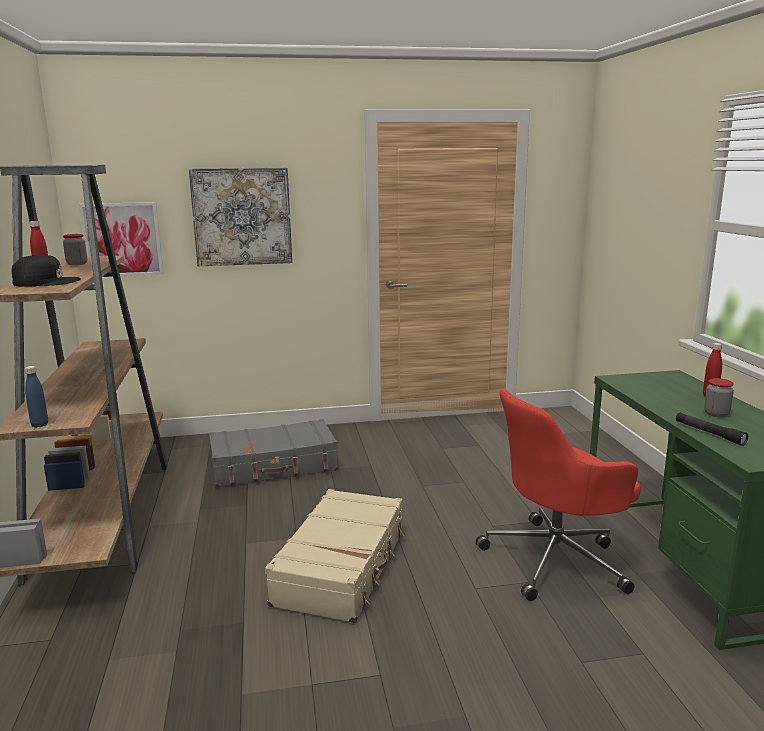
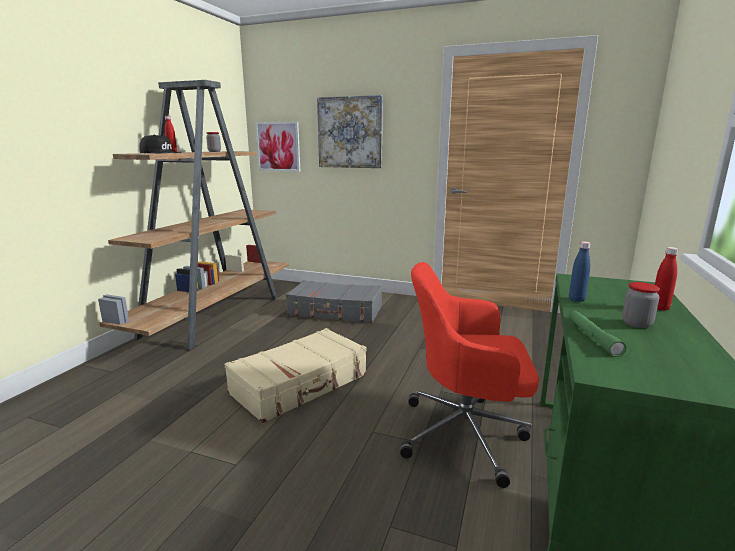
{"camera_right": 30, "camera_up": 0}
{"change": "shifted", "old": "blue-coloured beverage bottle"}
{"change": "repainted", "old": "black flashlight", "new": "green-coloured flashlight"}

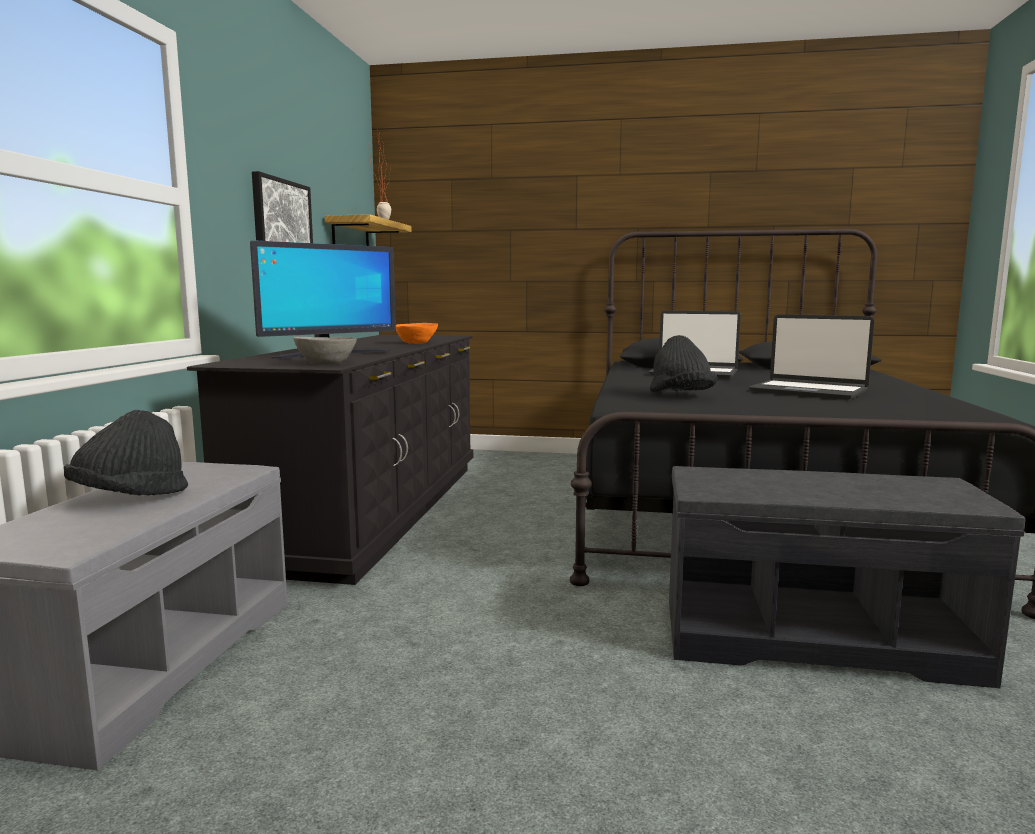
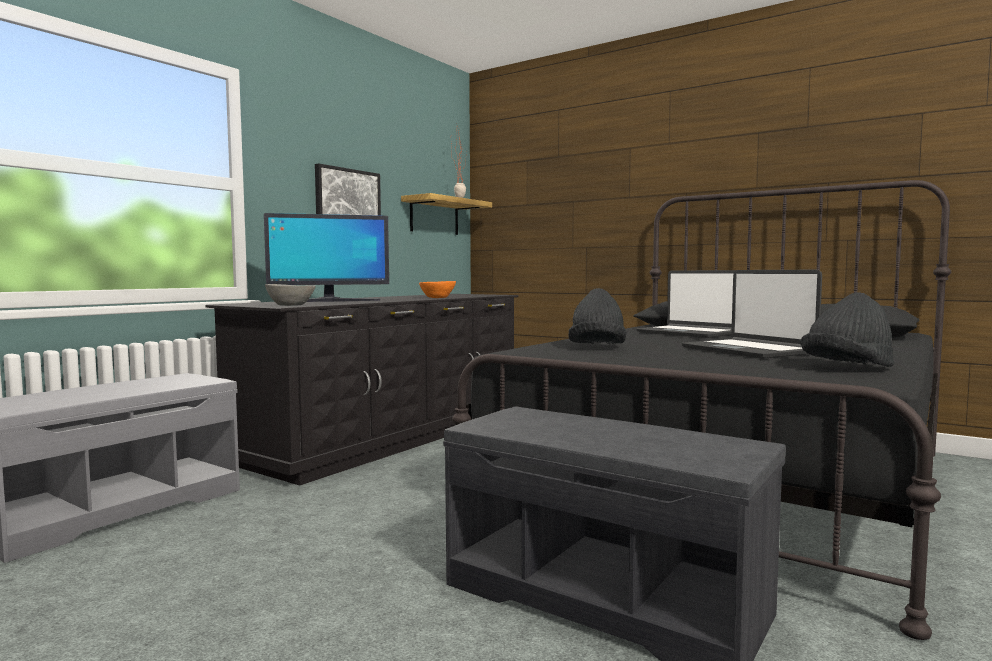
{"camera_right": 25, "camera_up": -5}
{"change": "shifted", "old": "black clothing hat (no. 1 from left in the first image)", "new": "black clothing hat (no. 2 from left)"}

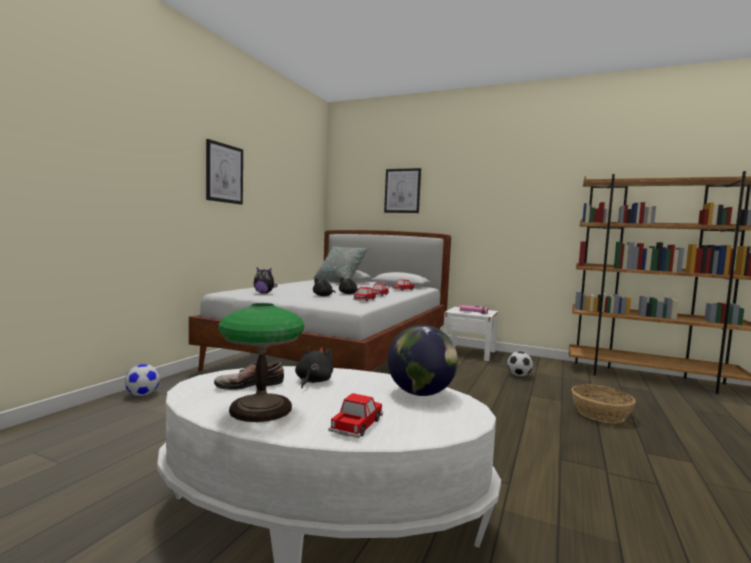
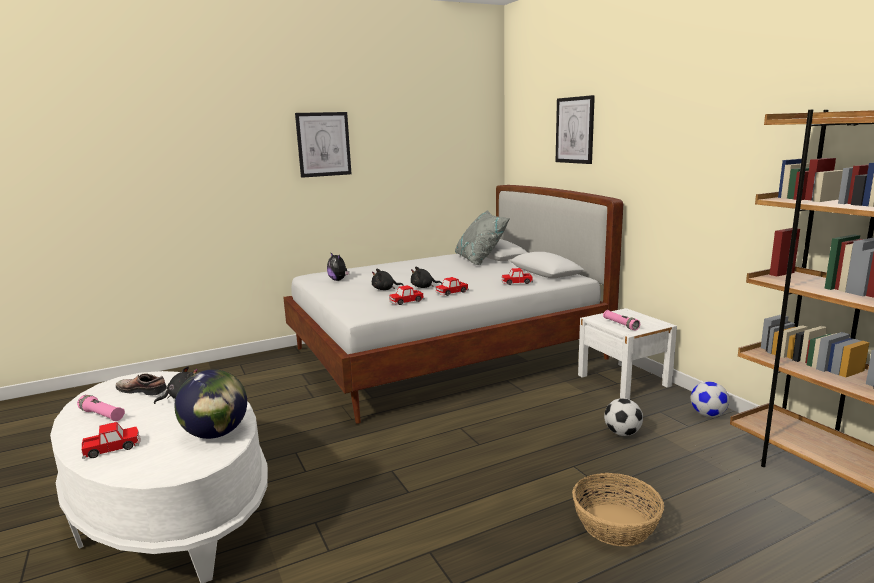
{"camera_right": 40, "camera_up": 10}
{"change": "shifted", "old": "football ball (no. 1 from left in the first image)", "new": "football ball (no. 2 from left)"}
{"change": "swapped", "old": "table lamp", "new": "pink flashlight (no. 1 from left)"}

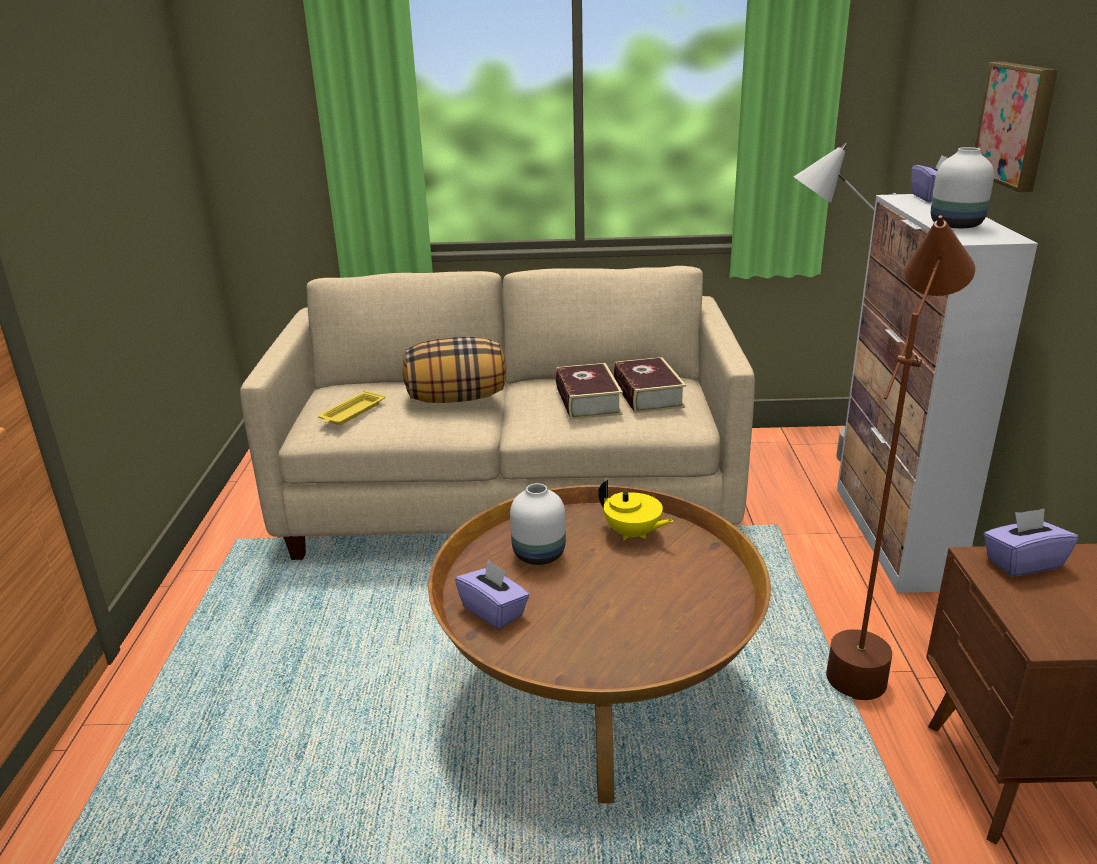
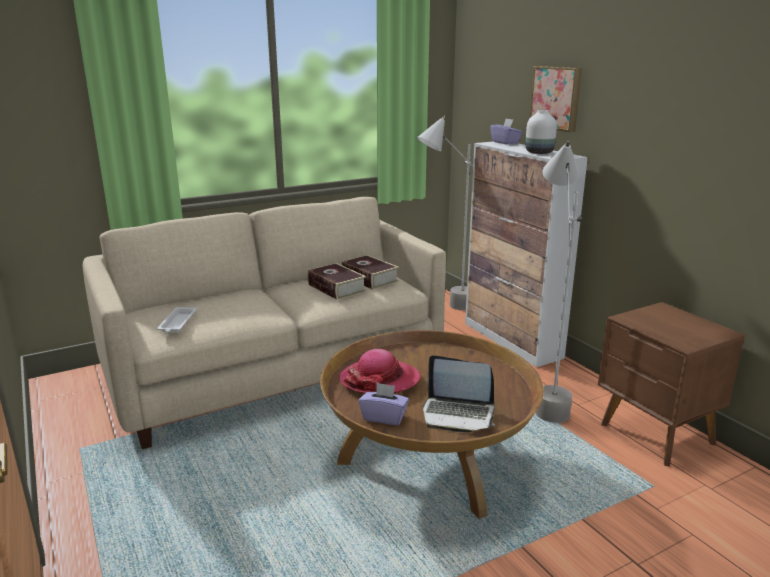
{"camera_right": -30, "camera_up": -5}
{"change": "repainted", "old": "yellow carrying tray", "new": "white-coloured carrying tray"}
{"change": "gone", "old": "throw pillow"}
{"change": "swapped", "old": "white-coloured flower vase (no. 1 from left)", "new": "clothing hat"}
{"change": "gone", "old": "yellow teapot"}
{"change": "repainted", "old": "brown-coloured floor lamp", "new": "gray floor lamp (no. 2 from left)"}
{"change": "gone", "old": "purple tissue box (no. 3 from left)"}
{"change": "new", "new": "notebook computer"}

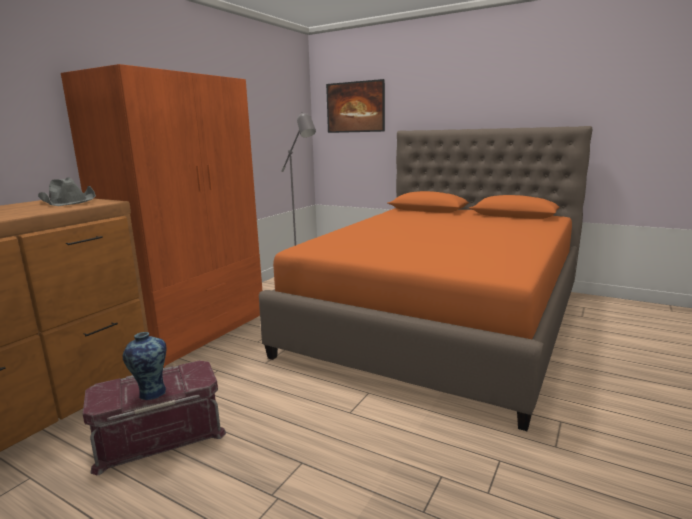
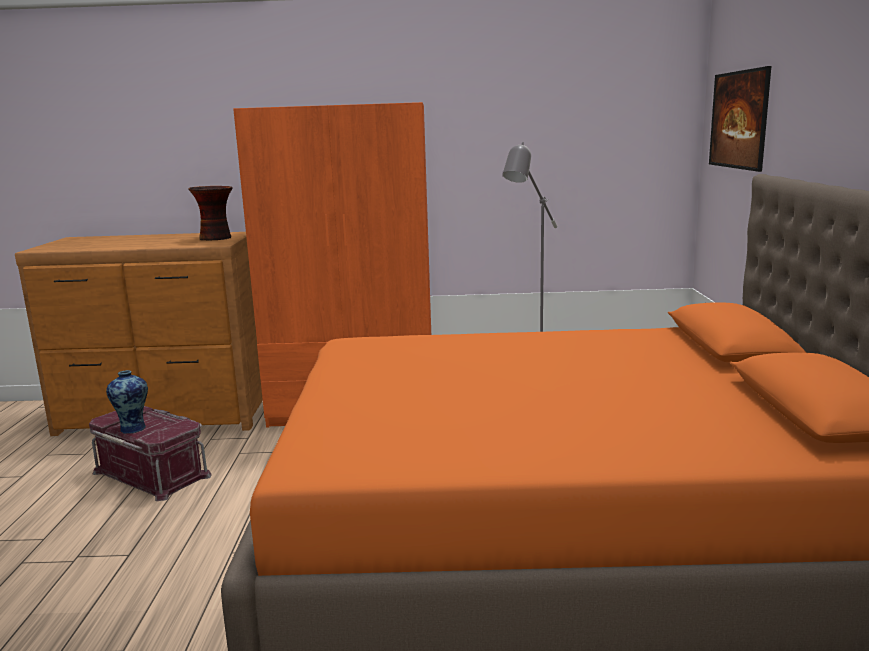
{"camera_right": 60, "camera_up": 0}
{"change": "swapped", "old": "gray clothing hat", "new": "flower vase (no. 2 from left)"}

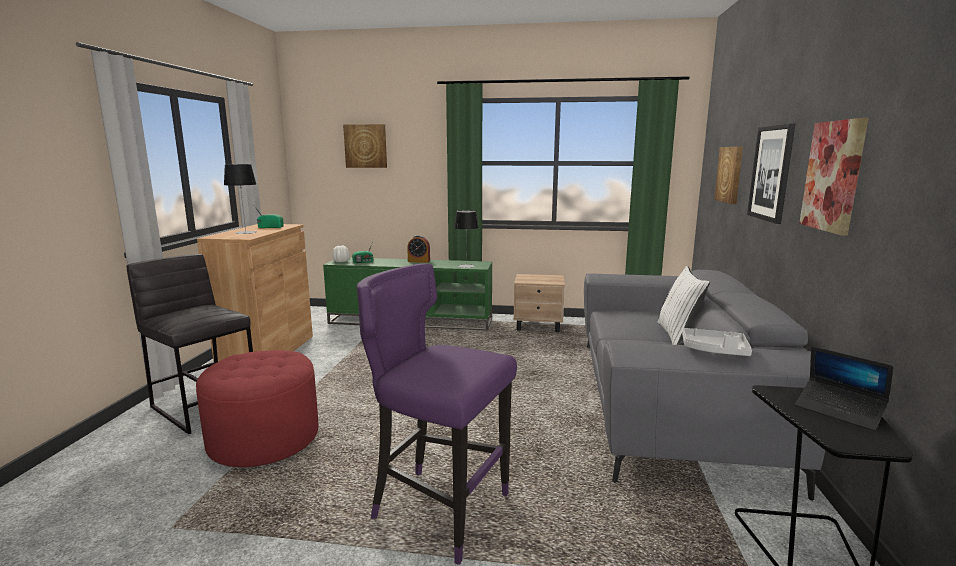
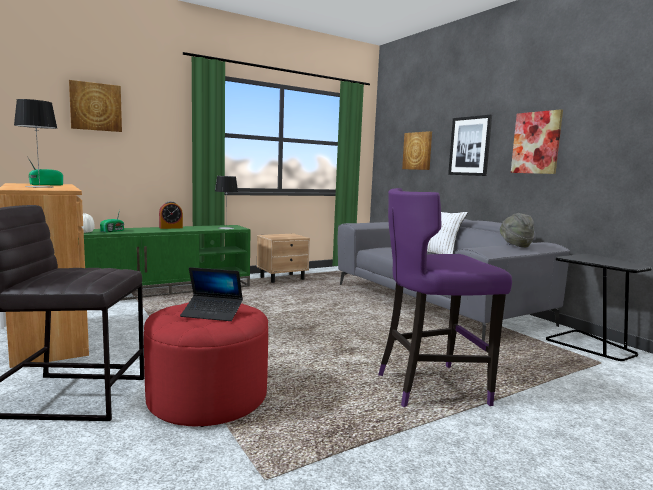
{"camera_right": -40, "camera_up": -5}
{"change": "swapped", "old": "gray carrying tray", "new": "gray clothing hat"}
{"change": "shifted", "old": "notebook computer"}

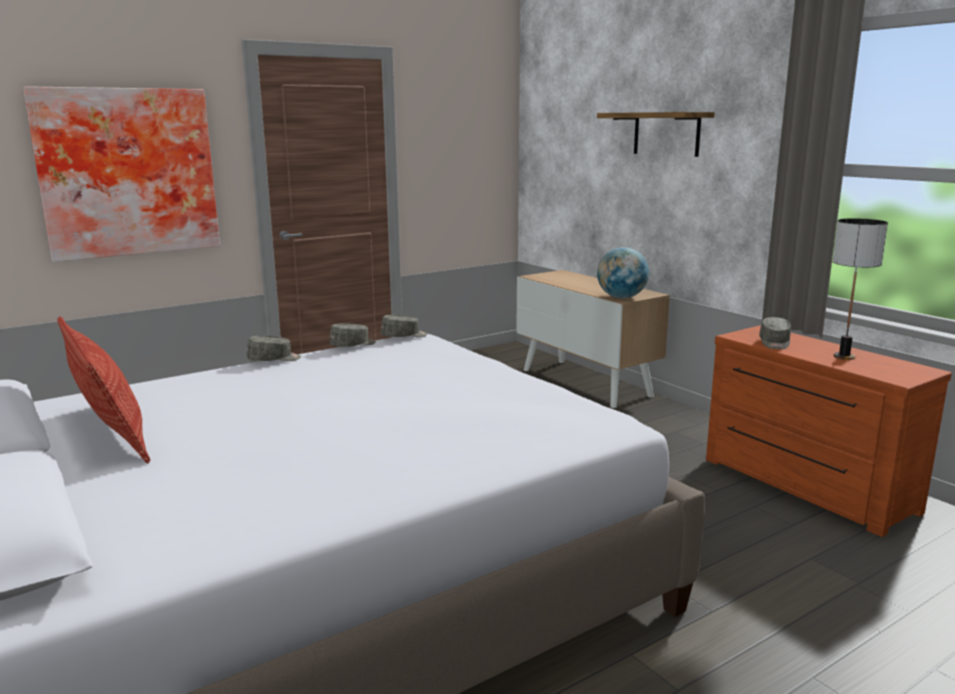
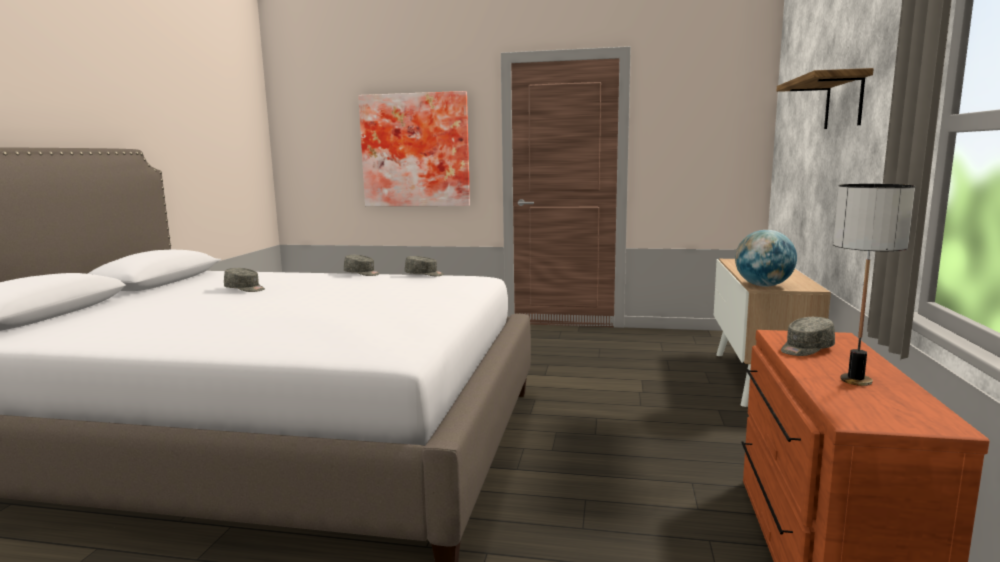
{"camera_right": 45, "camera_up": -5}
{"change": "gone", "old": "throw pillow"}
{"change": "shifted", "old": "gray cap (no. 3 from left in the first image)", "new": "gray cap (no. 1 from left)"}

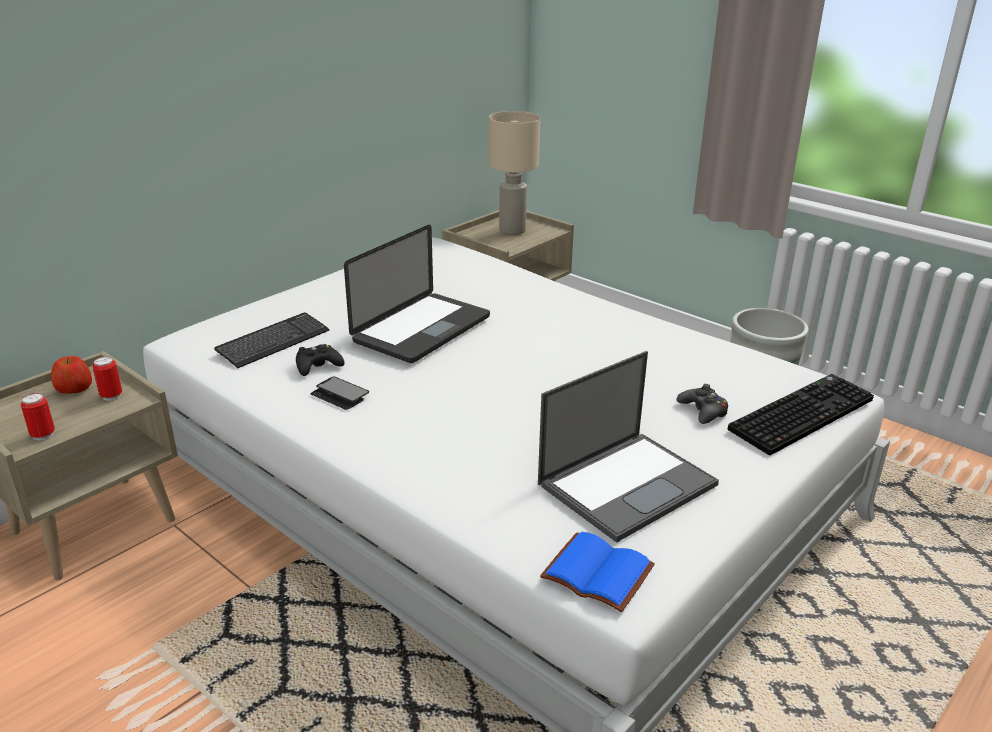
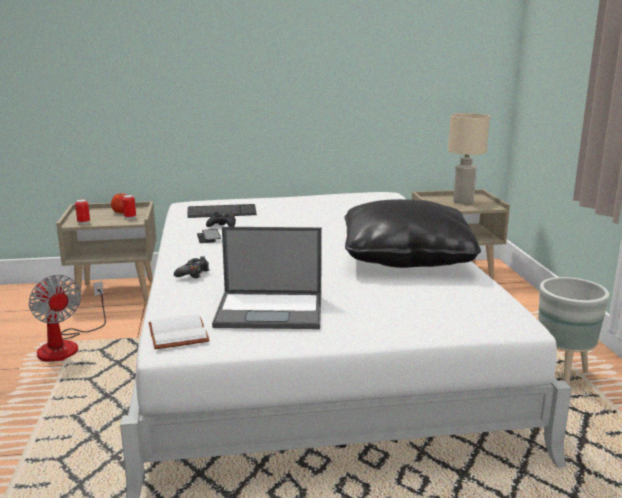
{"camera_right": 40, "camera_up": -10}
{"change": "gone", "old": "notebook computer (no. 1 from left)"}
{"change": "repainted", "old": "blue-coloured bound book", "new": "white-coloured bound book"}
{"change": "shifted", "old": "black joypad (no. 2 from left in the first image)", "new": "black joypad (no. 1 from left)"}
{"change": "gone", "old": "keyboard (no. 2 from left)"}
{"change": "new", "new": "electric fan"}
{"change": "new", "new": "black throw pillow"}

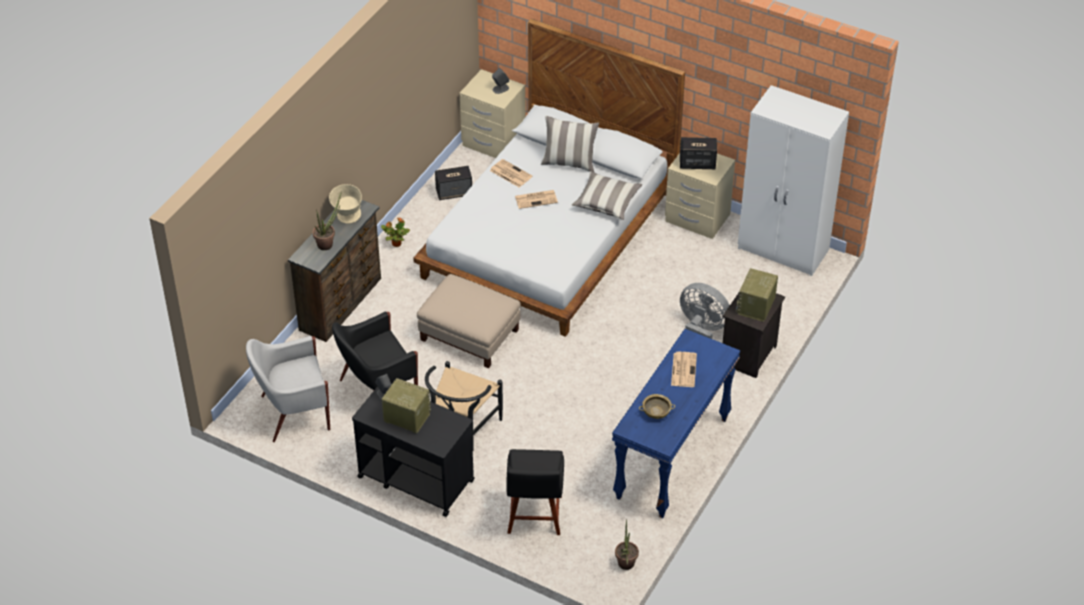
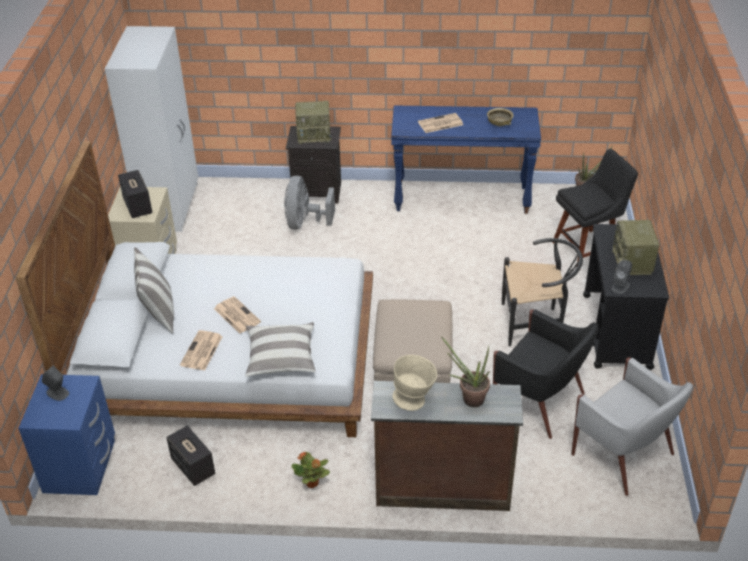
{"camera_right": -115, "camera_up": -5}
{"change": "repainted", "old": "beige-coloured nightstand (no. 1 from left)", "new": "blue-coloured nightstand"}
{"change": "shifted", "old": "throw pillow (no. 2 from left)"}

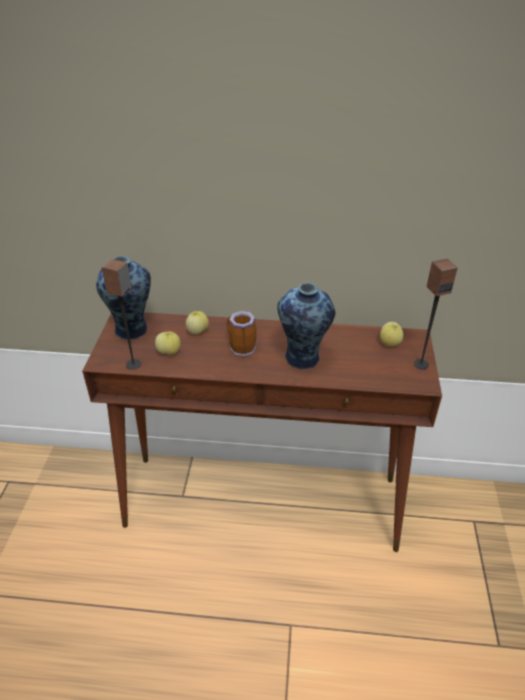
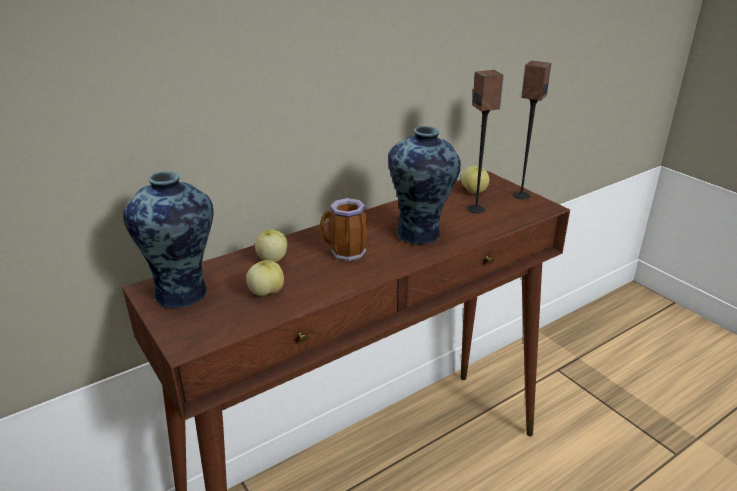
{"camera_right": -40, "camera_up": -10}
{"change": "shifted", "old": "audio speaker (no. 1 from left)"}

